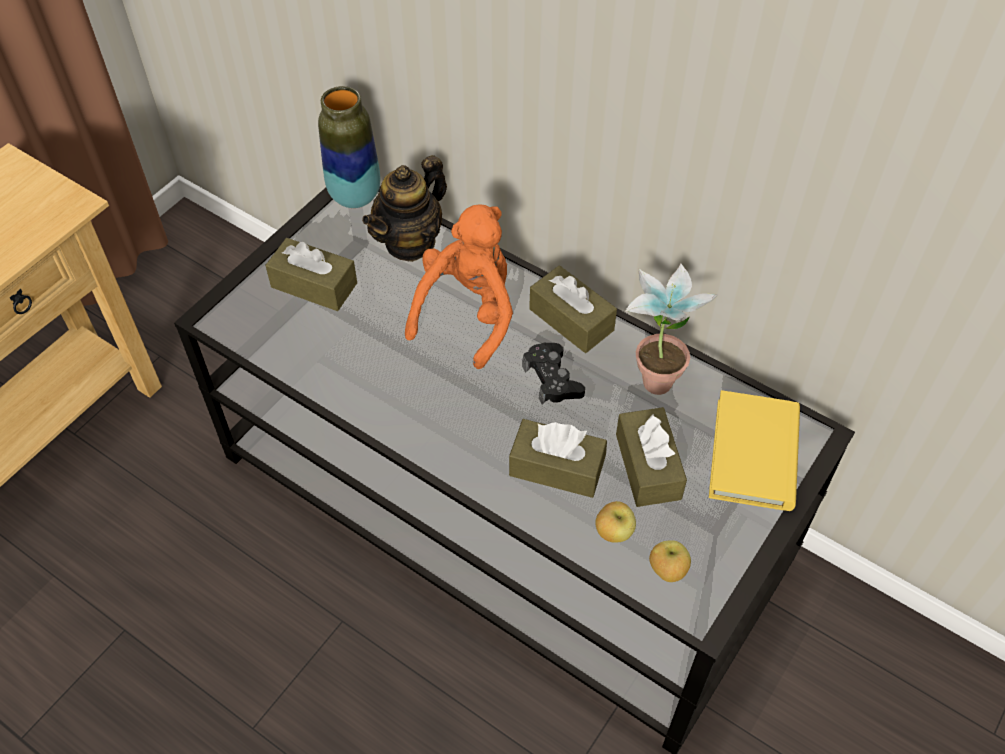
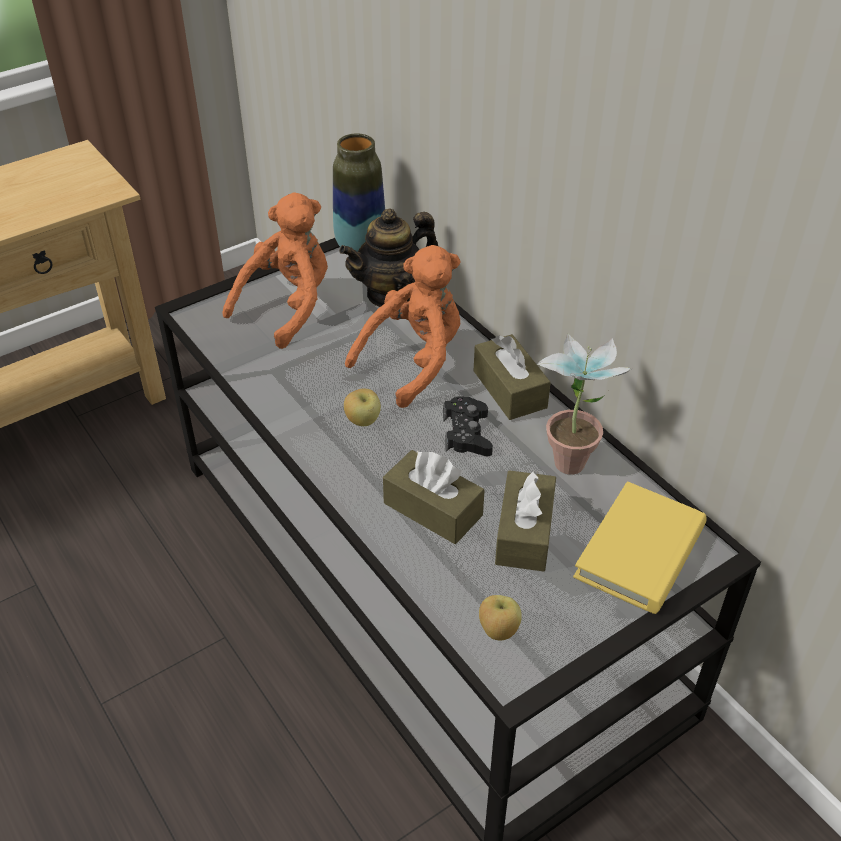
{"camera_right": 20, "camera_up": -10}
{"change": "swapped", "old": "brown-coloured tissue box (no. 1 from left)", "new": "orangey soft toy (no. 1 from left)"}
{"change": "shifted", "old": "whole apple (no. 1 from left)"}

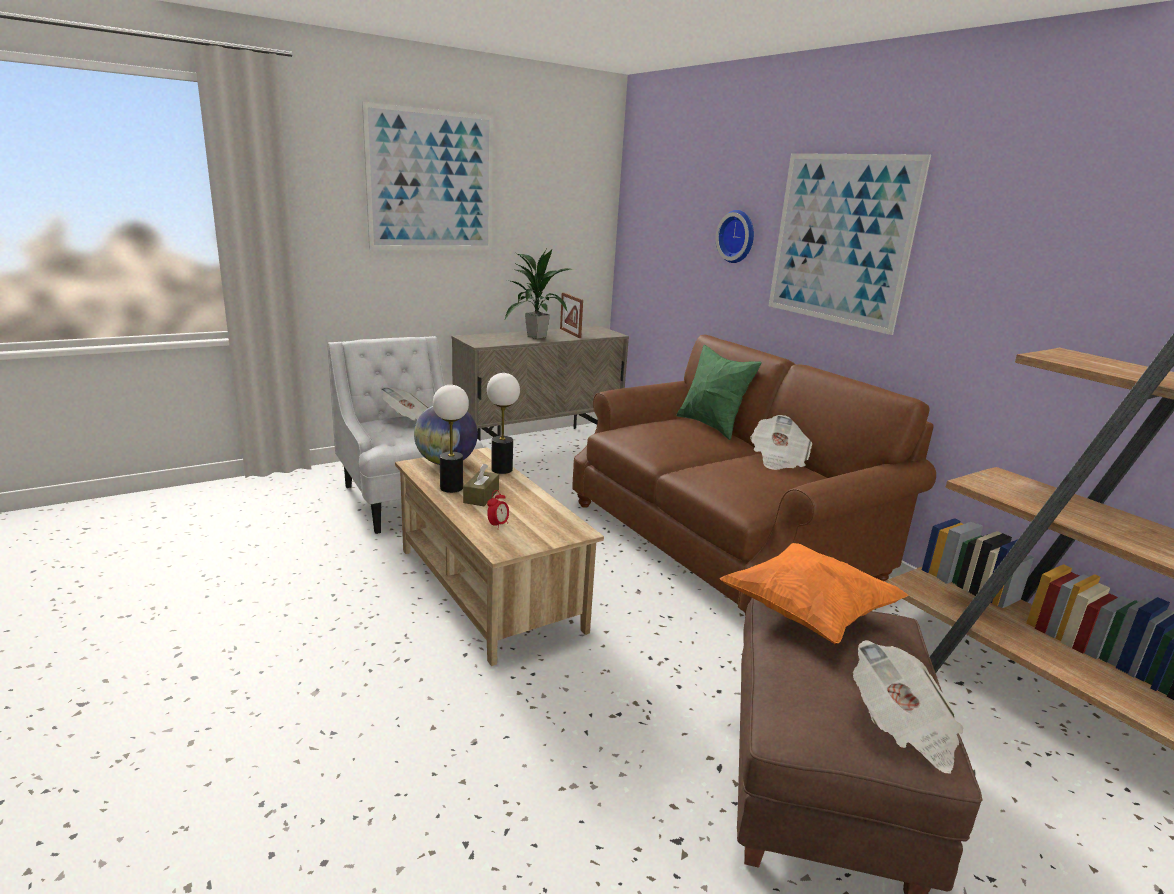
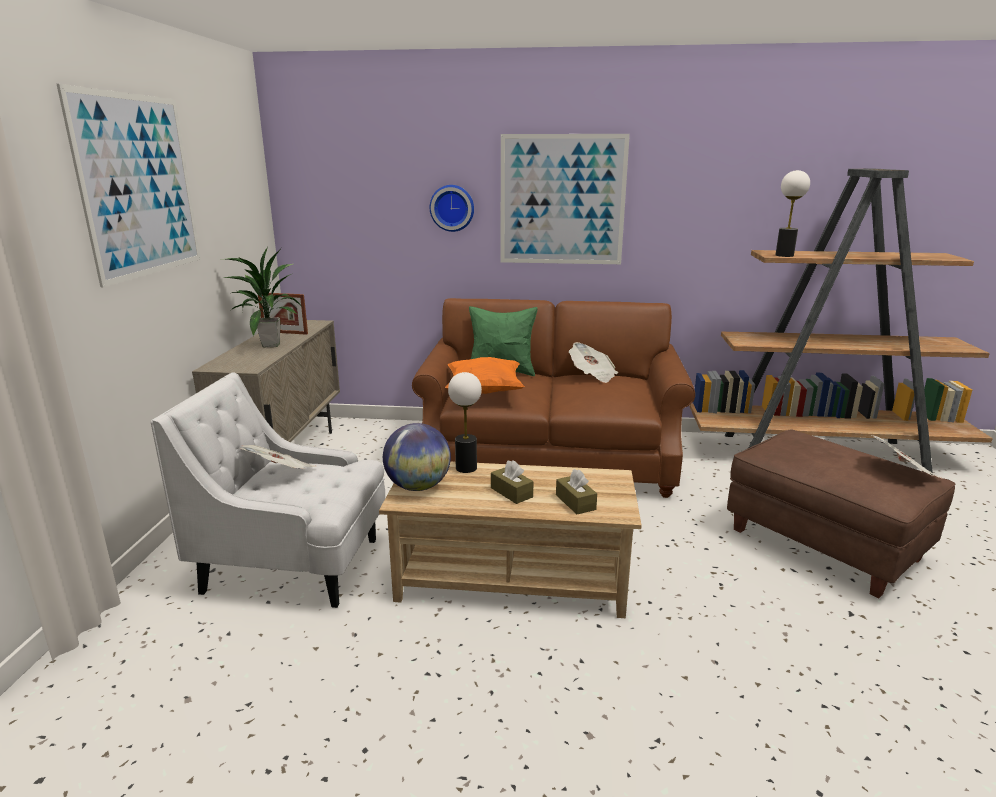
{"camera_right": -50, "camera_up": 0}
{"change": "shifted", "old": "table lamp (no. 1 from left in the first image)", "new": "table lamp (no. 2 from left)"}
{"change": "swapped", "old": "table clock", "new": "brown-coloured tissue box (no. 2 from left)"}
{"change": "shifted", "old": "orangey throw pillow"}

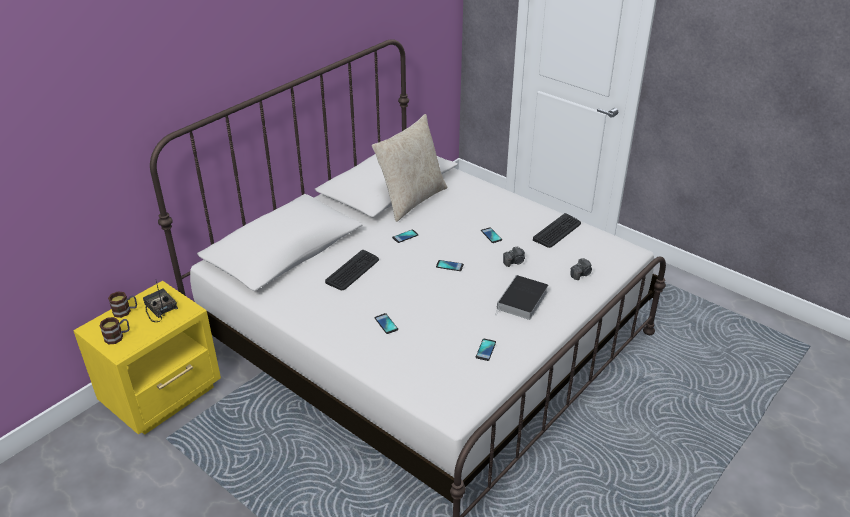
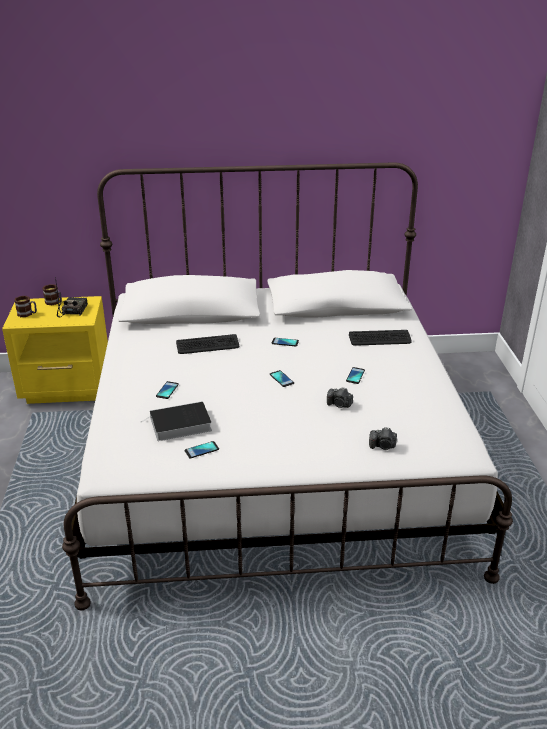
{"camera_right": 45, "camera_up": -5}
{"change": "gone", "old": "beige-coloured throw pillow"}
{"change": "shifted", "old": "bound book"}
{"change": "shifted", "old": "keyboard (no. 2 from left)"}

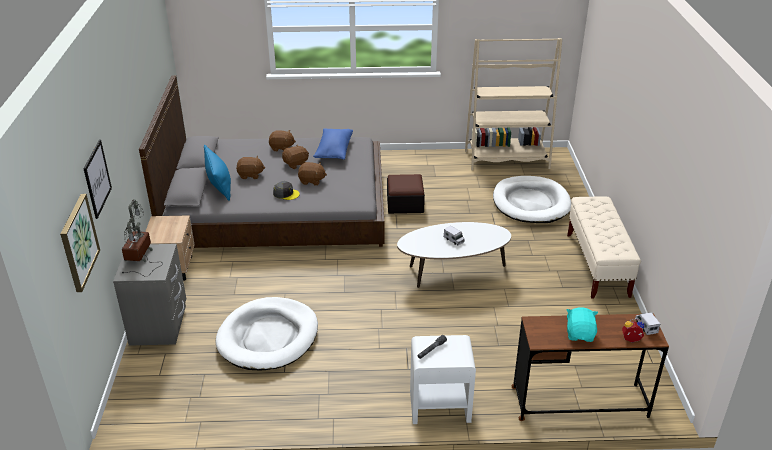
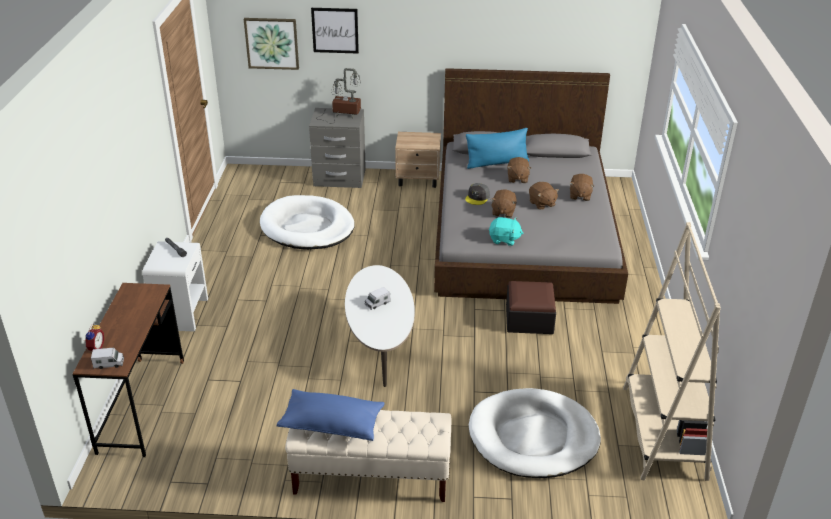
{"camera_right": 95, "camera_up": 0}
{"change": "shifted", "old": "blue-coloured throw pillow (no. 2 from left in the first image)", "new": "blue-coloured throw pillow (no. 1 from left)"}
{"change": "shifted", "old": "blue-green soft toy"}

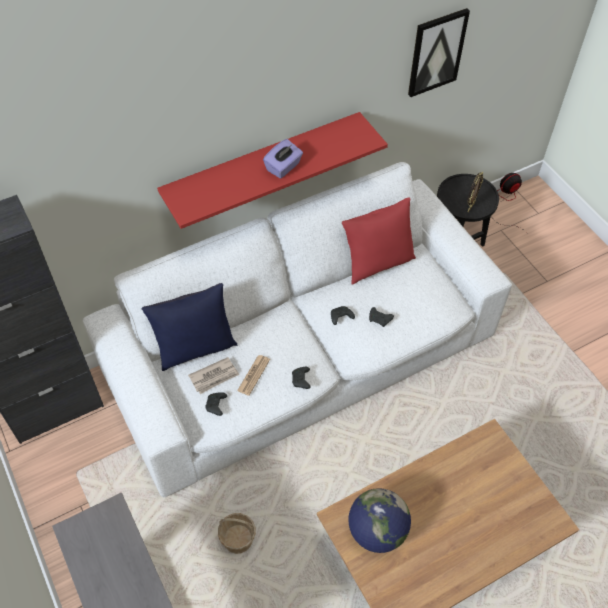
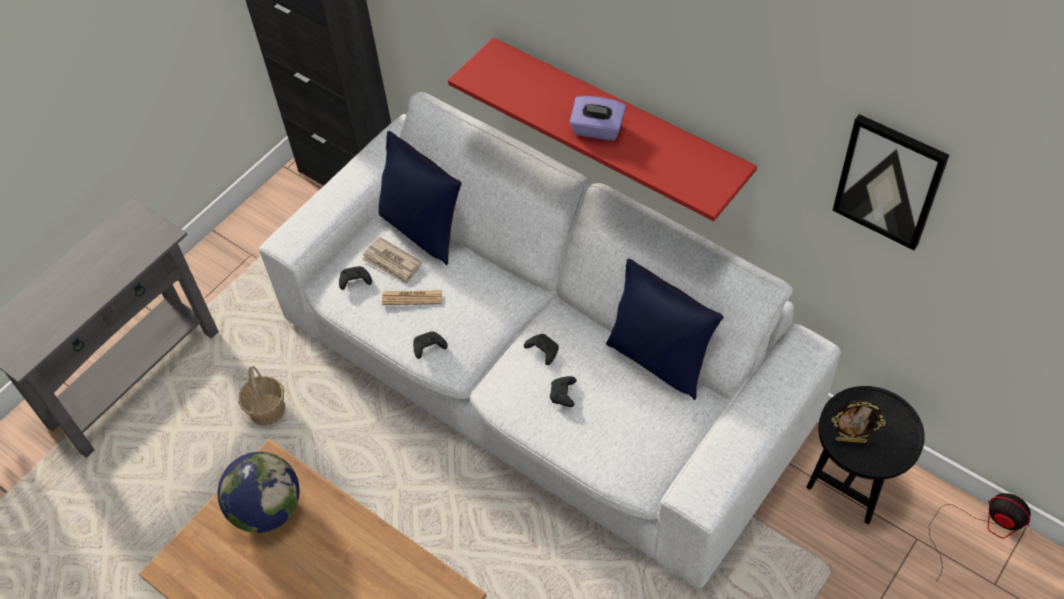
{"camera_right": 70, "camera_up": 0}
{"change": "repainted", "old": "reddish throw pillow", "new": "blue-coloured throw pillow (no. 2 from left)"}

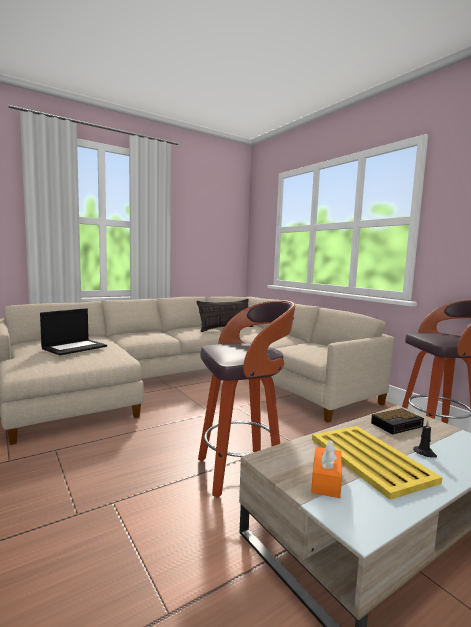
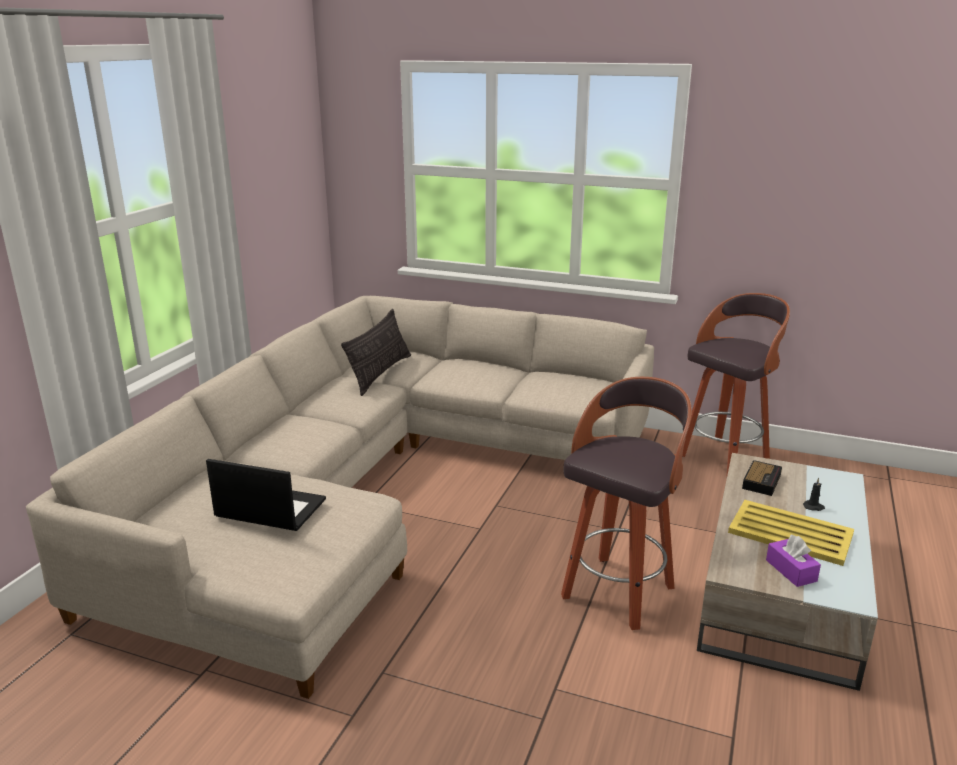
{"camera_right": -35, "camera_up": 15}
{"change": "rotated", "old": "notebook computer", "degrees": -75}
{"change": "repainted", "old": "orangey tissue box", "new": "purple tissue box"}

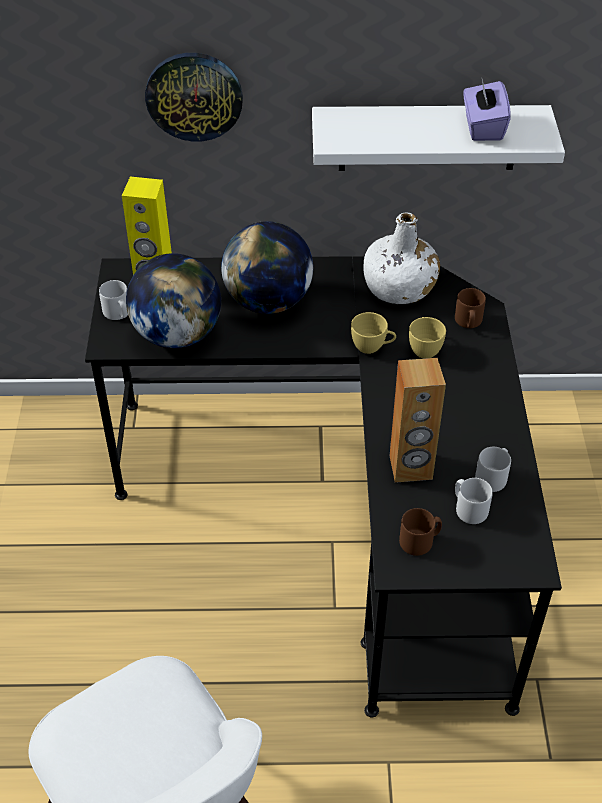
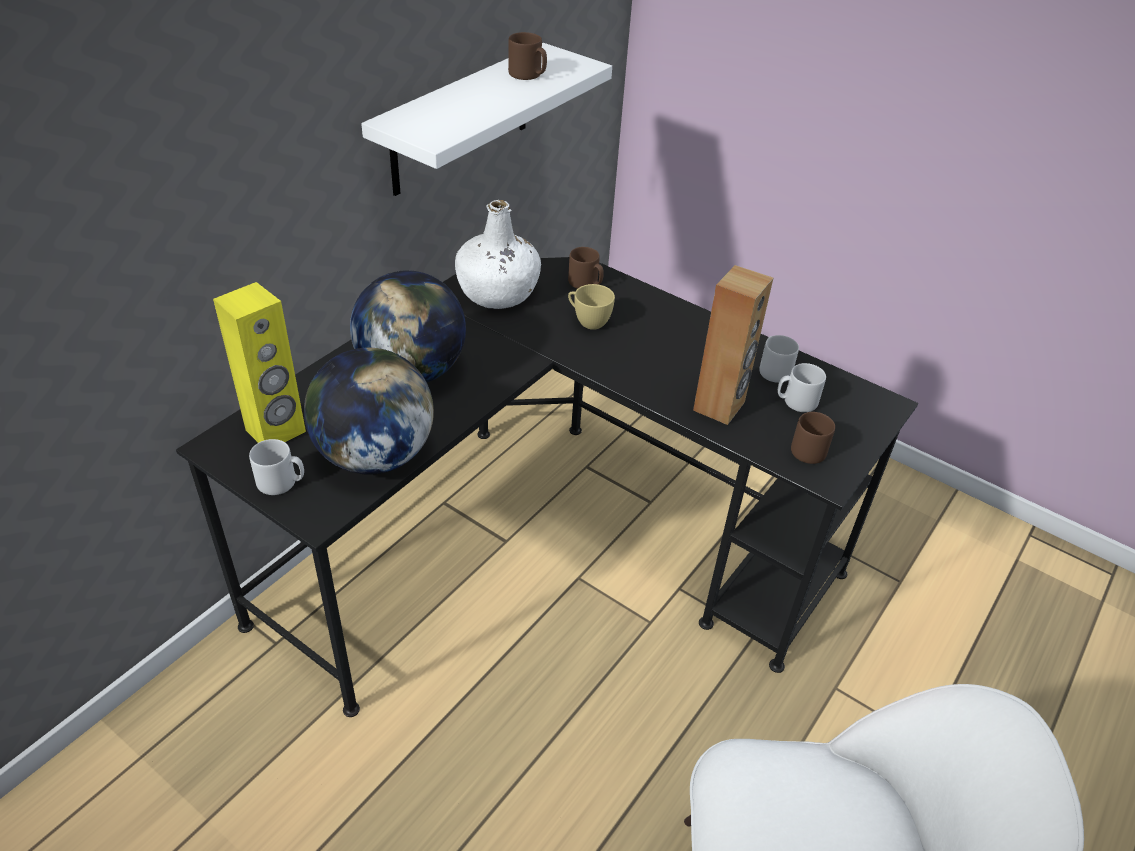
{"camera_right": -55, "camera_up": -5}
{"change": "gone", "old": "clock on the wall"}
{"change": "gone", "old": "yellow small cup (no. 1 from left)"}
{"change": "swapped", "old": "purple tissue box", "new": "brown-coloured tea mug (no. 1 from left)"}

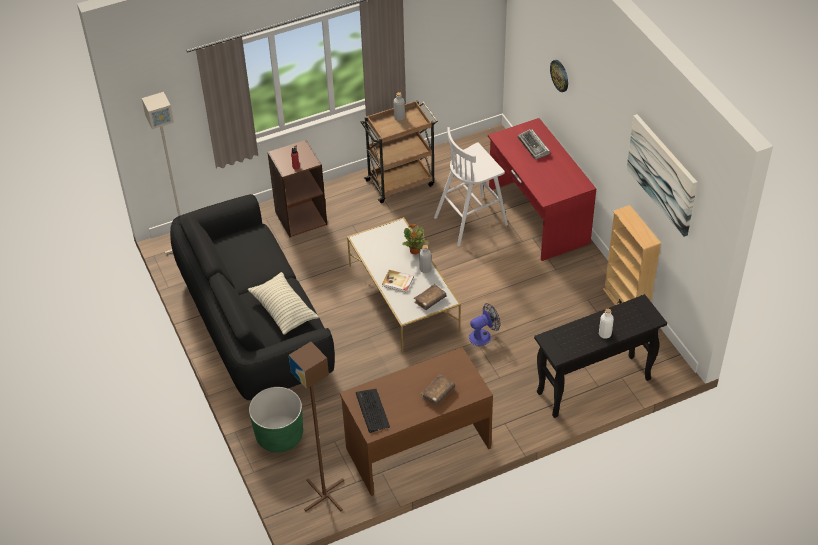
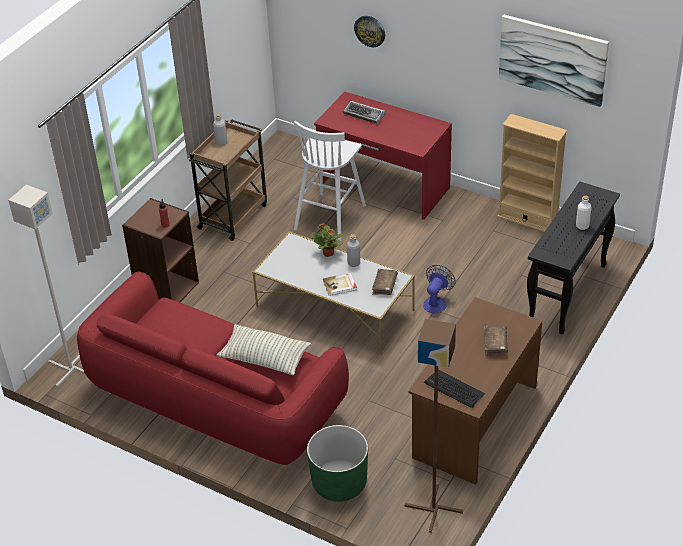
{"camera_right": -35, "camera_up": -5}
{"change": "repainted", "old": "black couch", "new": "reddish couch"}

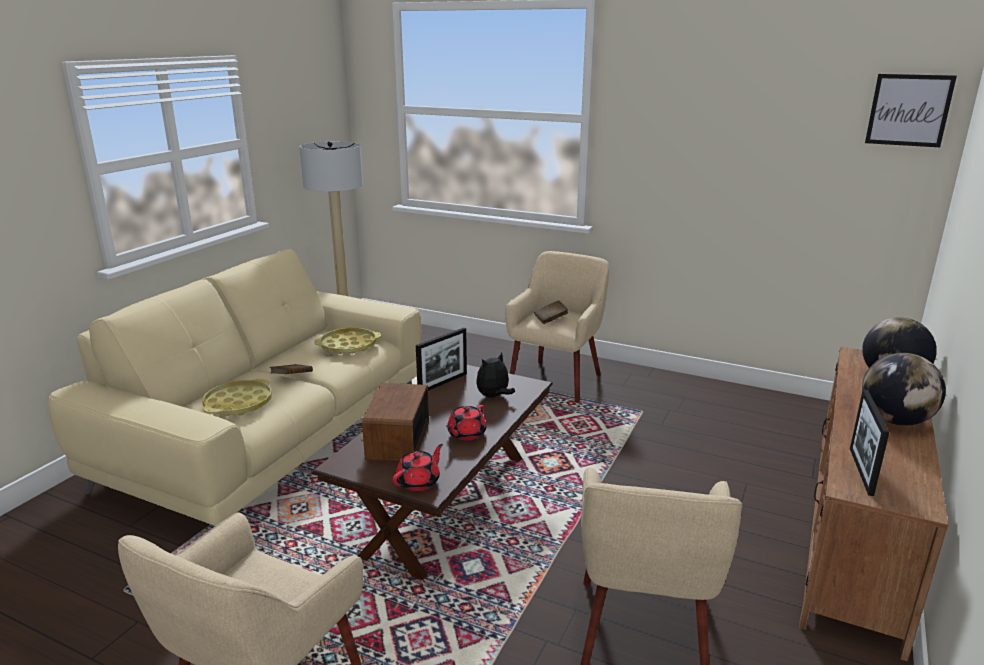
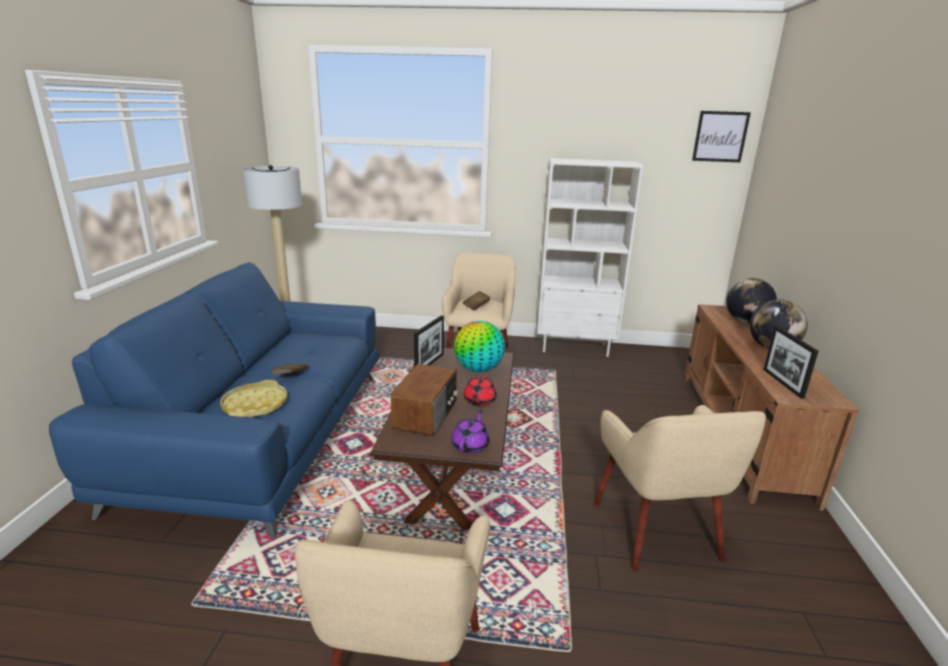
{"camera_right": -20, "camera_up": 0}
{"change": "repainted", "old": "beige-coloured couch", "new": "blue-coloured couch"}
{"change": "gone", "old": "yellow carrying tray (no. 2 from left)"}
{"change": "rotated", "old": "radio", "degrees": -150}
{"change": "repainted", "old": "reddish teapot (no. 1 from left)", "new": "purple teapot"}
{"change": "swapped", "old": "soft toy", "new": "world globe (no. 1 from left)"}
{"change": "new", "new": "white-coloured shelving unit"}

